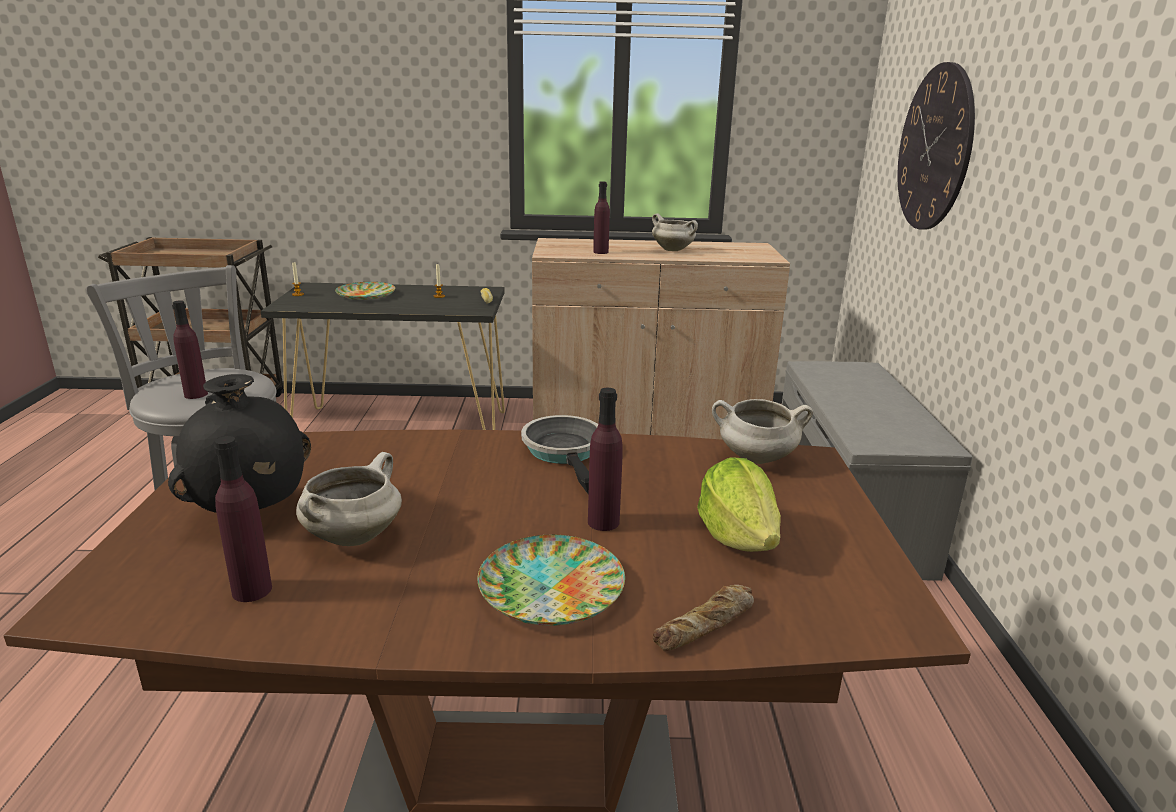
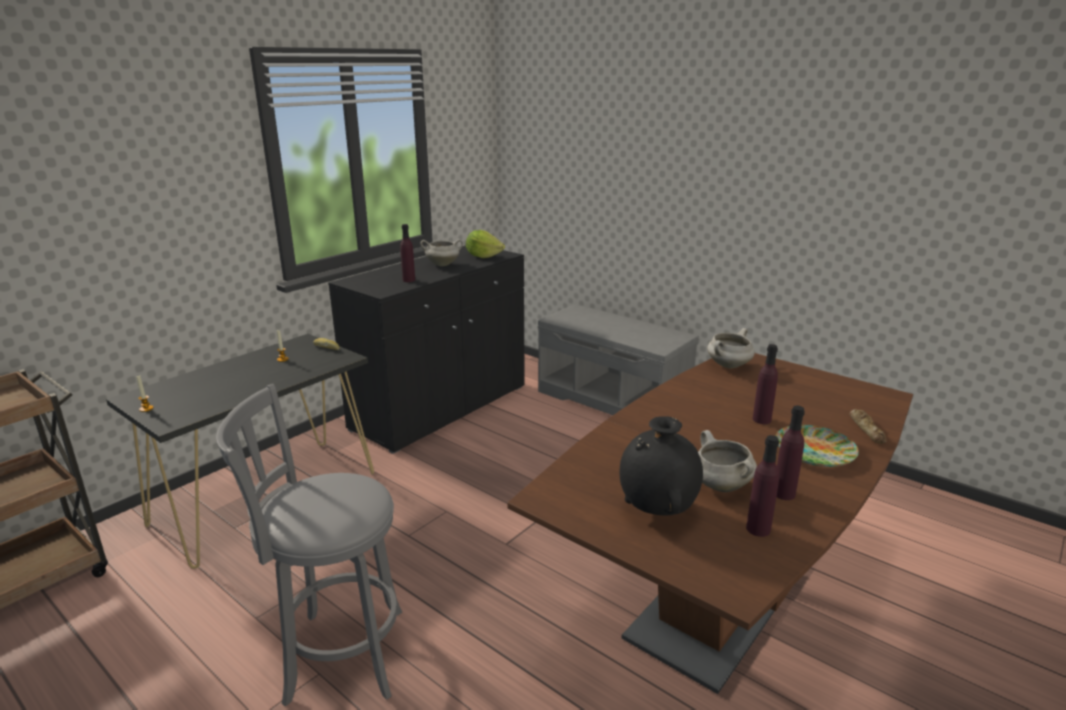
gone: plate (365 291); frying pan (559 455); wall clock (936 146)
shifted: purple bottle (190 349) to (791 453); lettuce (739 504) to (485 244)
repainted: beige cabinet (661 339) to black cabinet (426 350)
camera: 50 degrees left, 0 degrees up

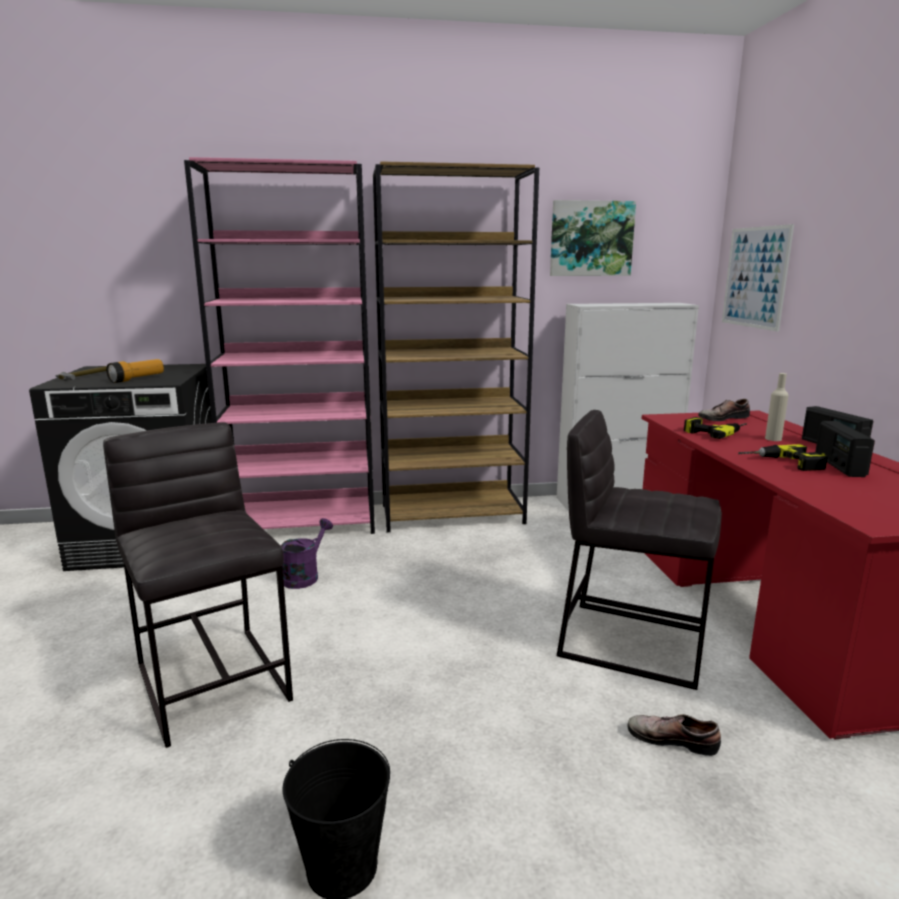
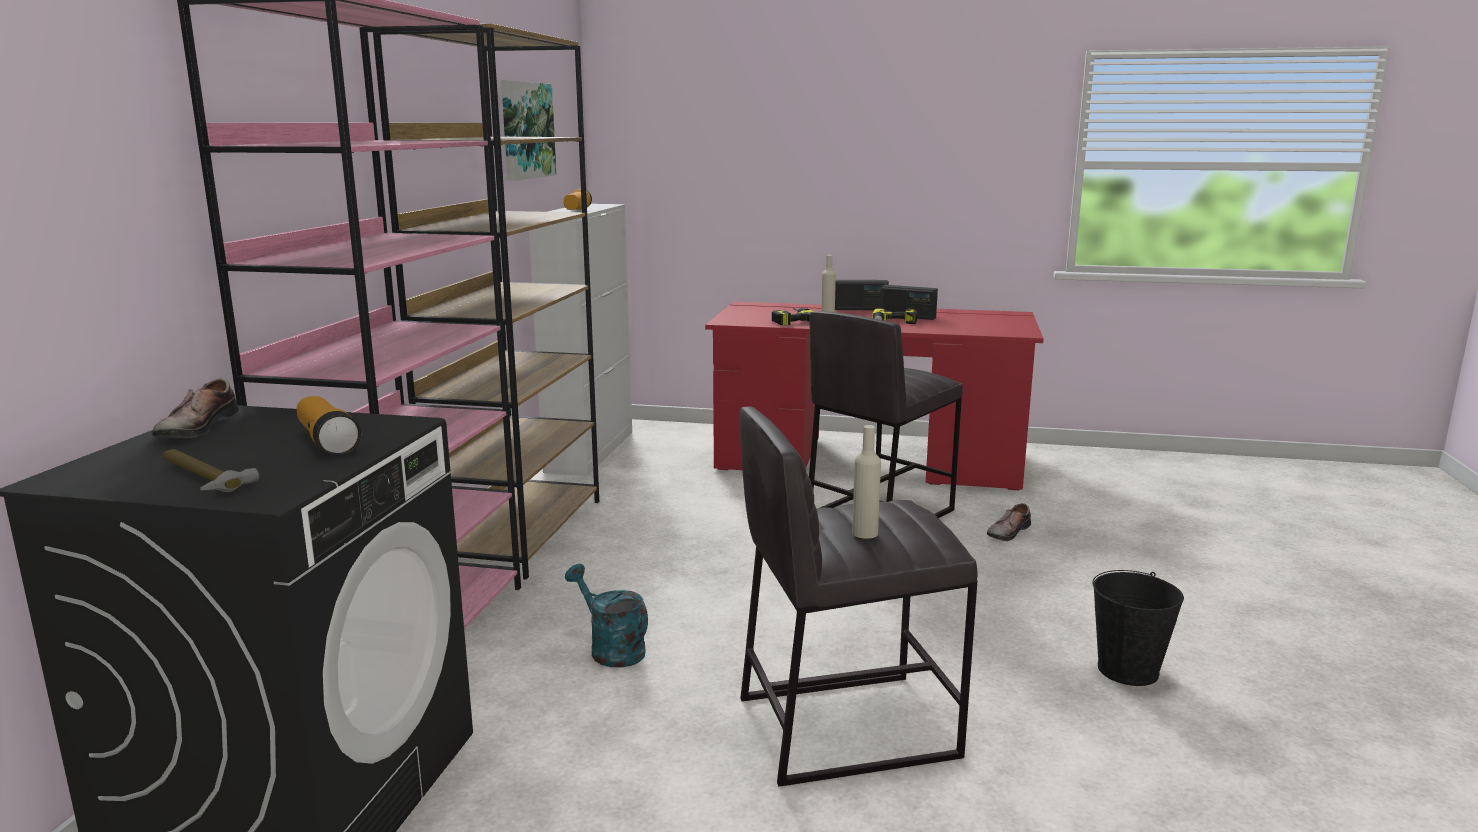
gone: picture (758 278)
new: flashlight (578 199); beige bottle (866 482)
shifted: shoe (724 410) to (195 408)
repainted: purple watering can (307 553) to turquoise watering can (606 615)
camera: 70 degrees left, 0 degrees up

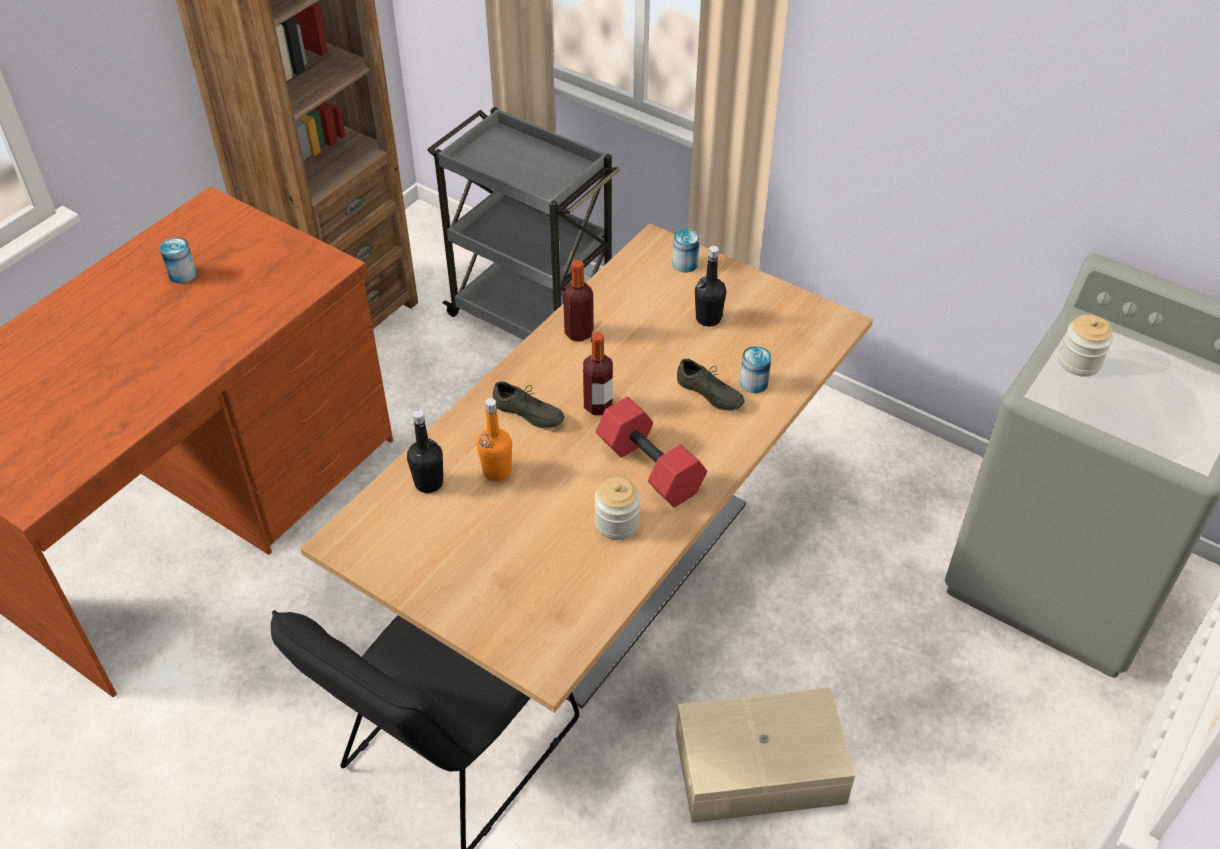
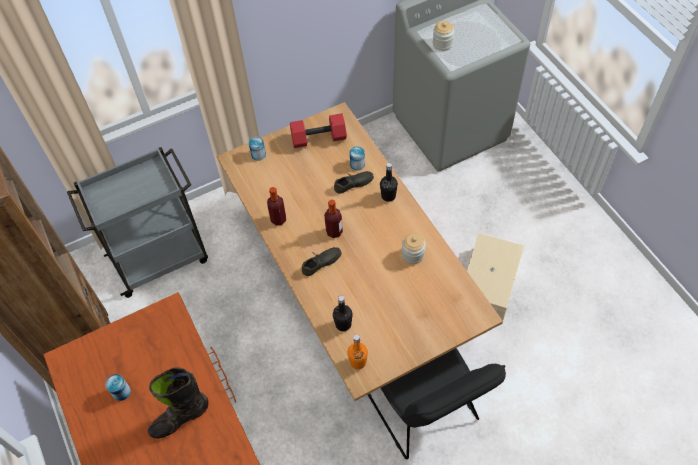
new: black boot (178 403)
shifted: orange bottle (494 439) to (357 352); red dumbbell (651 452) to (318 130); black bottle (710 286) to (389 182)
camera: 60 degrees left, 10 degrees up

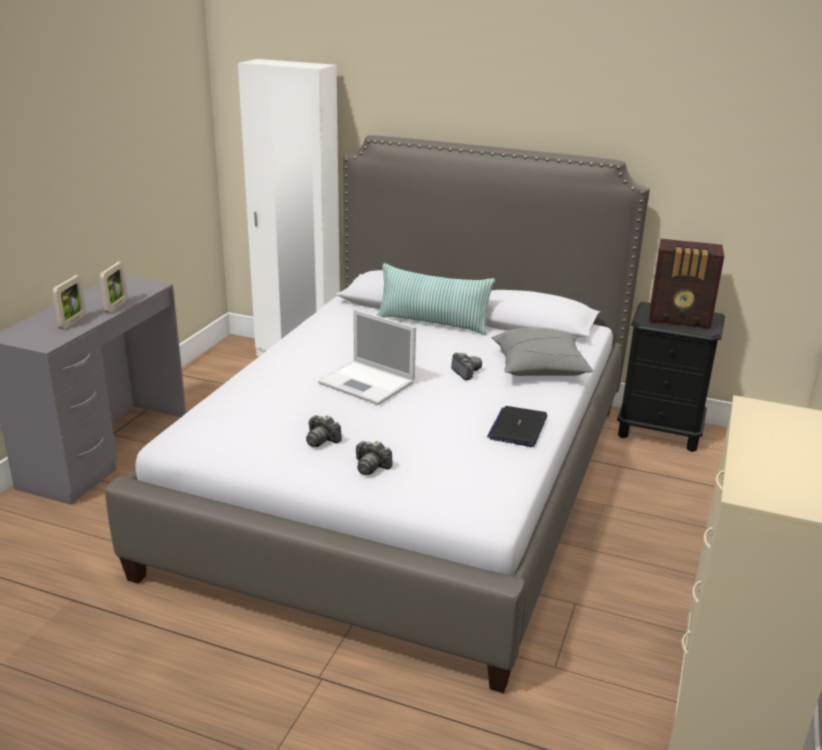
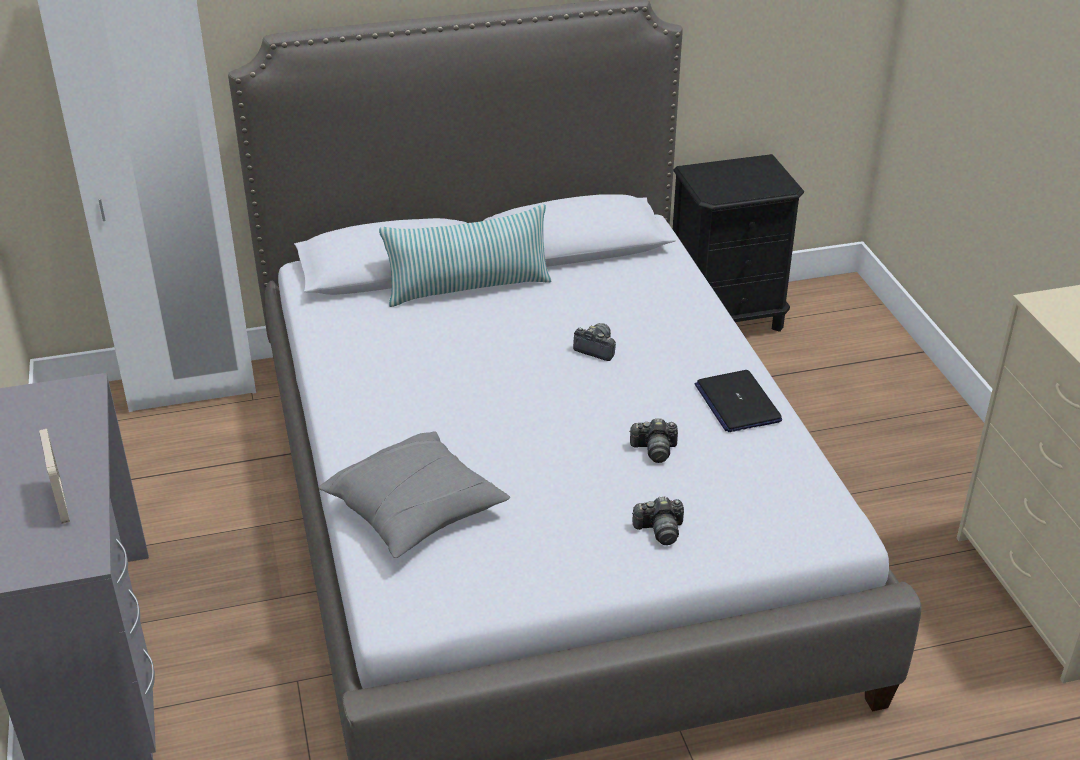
gone: picture frame (114 287); laptop (367 357); radio (686 284)
shifted: photo camera (324 431) to (653 440); grey pillow (542 351) to (414 494)
camera: 35 degrees left, 10 degrees up

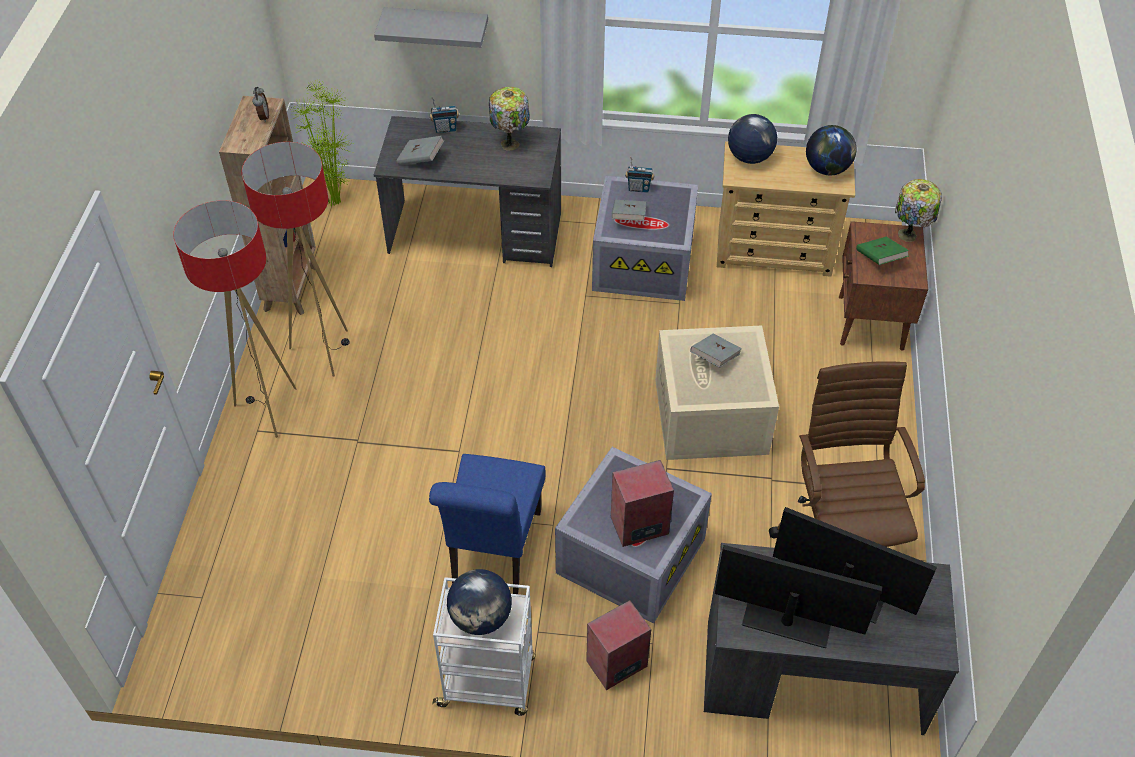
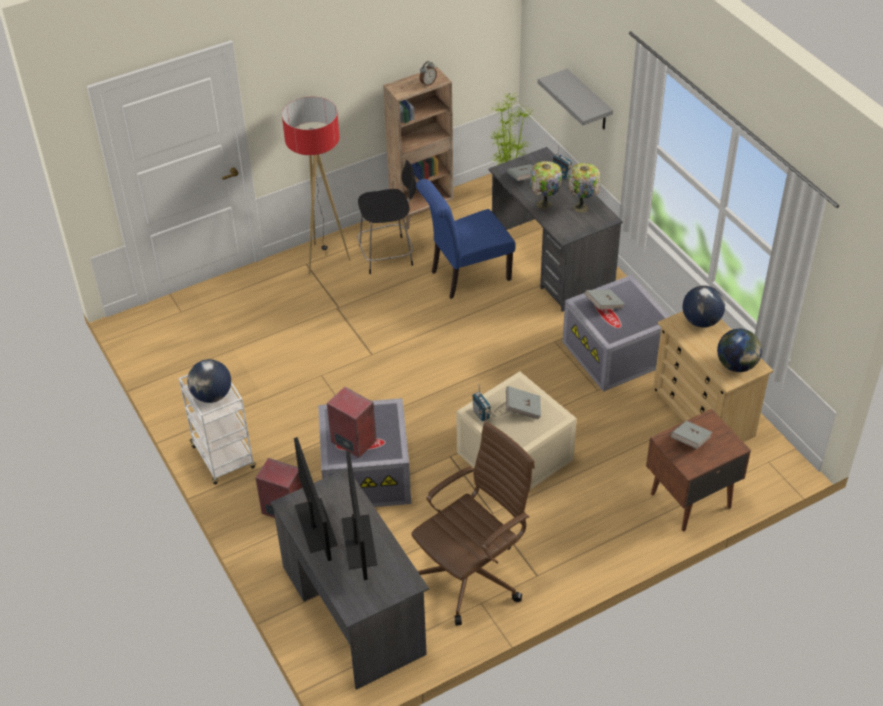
shifted: blue chair (487 524) to (466 239); radio (639 175) to (482 402); table lamp (918 210) to (546 185)
swapped: floor lamp (295 259) to black chair (386 217)
repainted: green book (882 251) to grey book (691 435)
camera: 55 degrees right, 5 degrees down

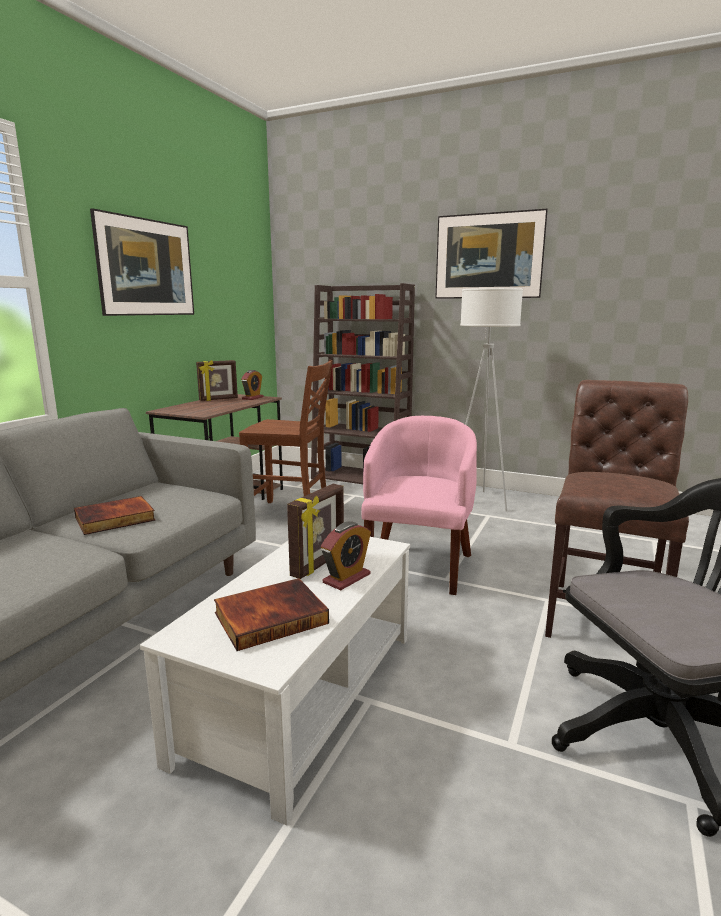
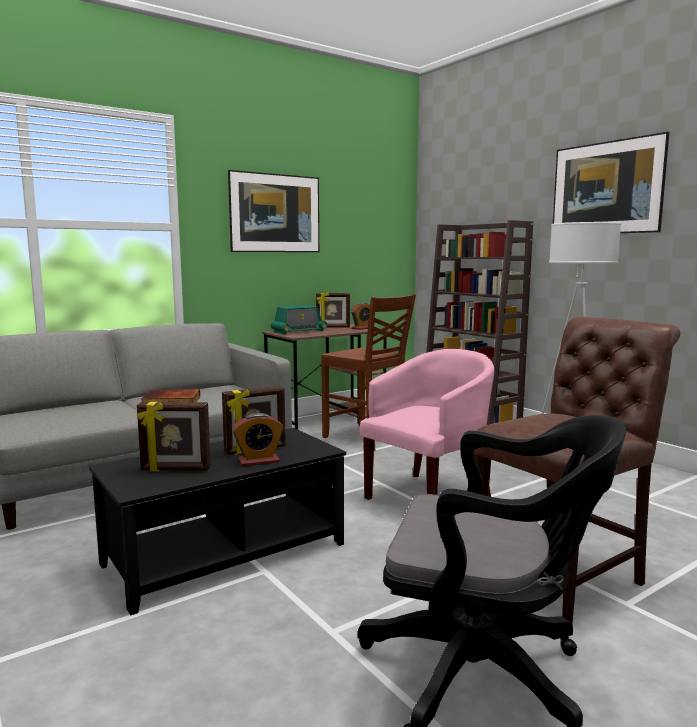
new: radio (299 319)
swapped: book (271 614) to picture frame (174 436)
repainted: white coffee table (275 681) to black coffee table (217 521)
camera: 30 degrees right, 5 degrees down

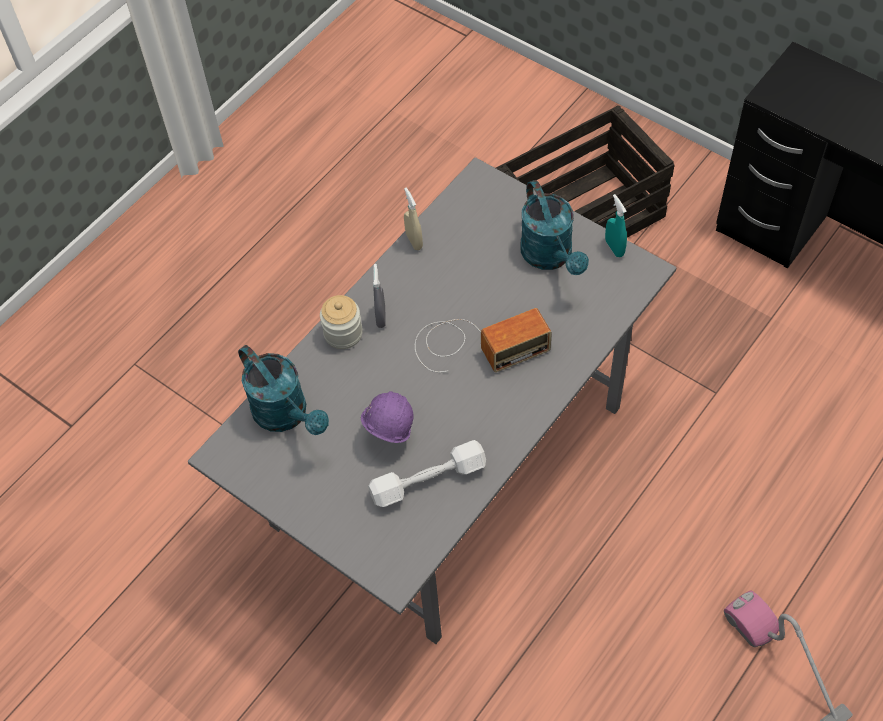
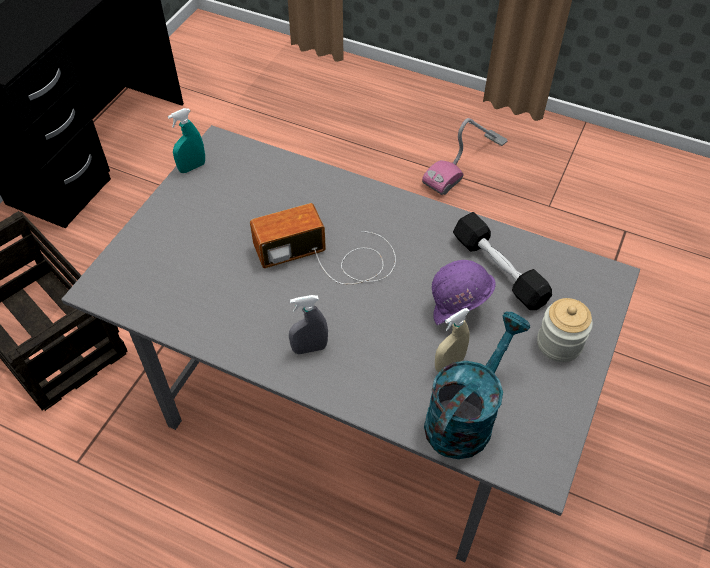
gone: turquoise watering can (554 227)
shifted: jar (341 322) to (565 330); beige spray bottle (413 218) to (452 340)
repainted: white dumbbell (427 473) to black dumbbell (502 261)
rotated: radio (483 340) = (323 244) 75 degrees counterclockwise
camera: 105 degrees left, 5 degrees down

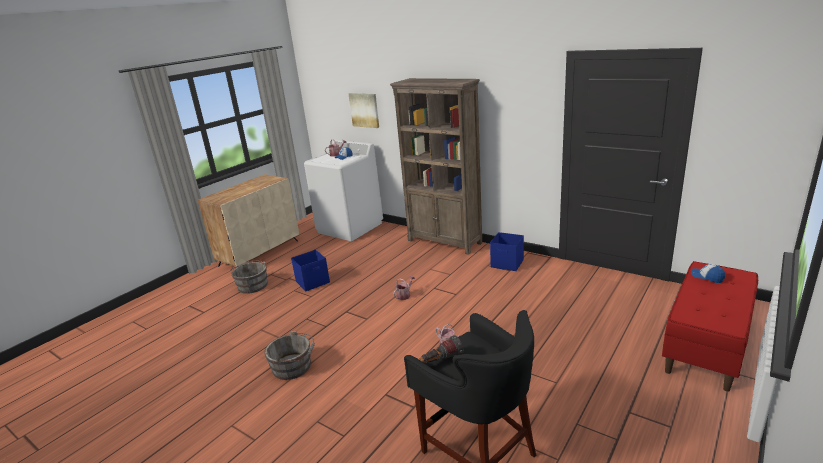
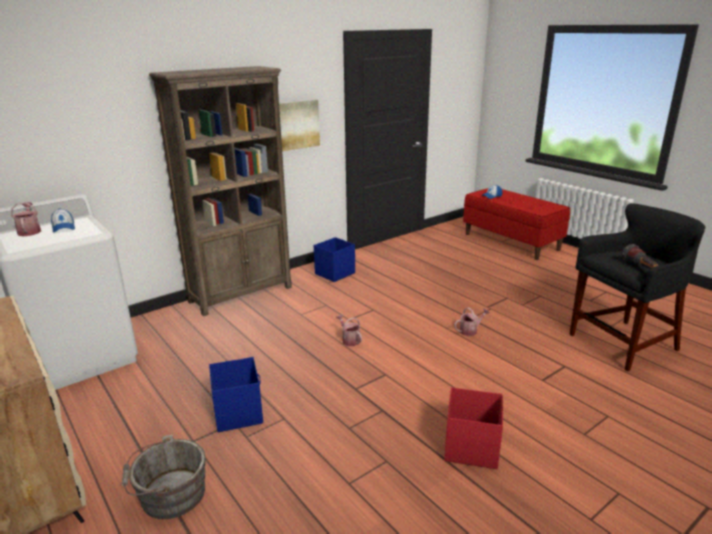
shifted: picture (364 110) to (299 125)
swapped: grey bucket (289 355) to red storage box (473 428)
camera: 75 degrees left, 0 degrees up

